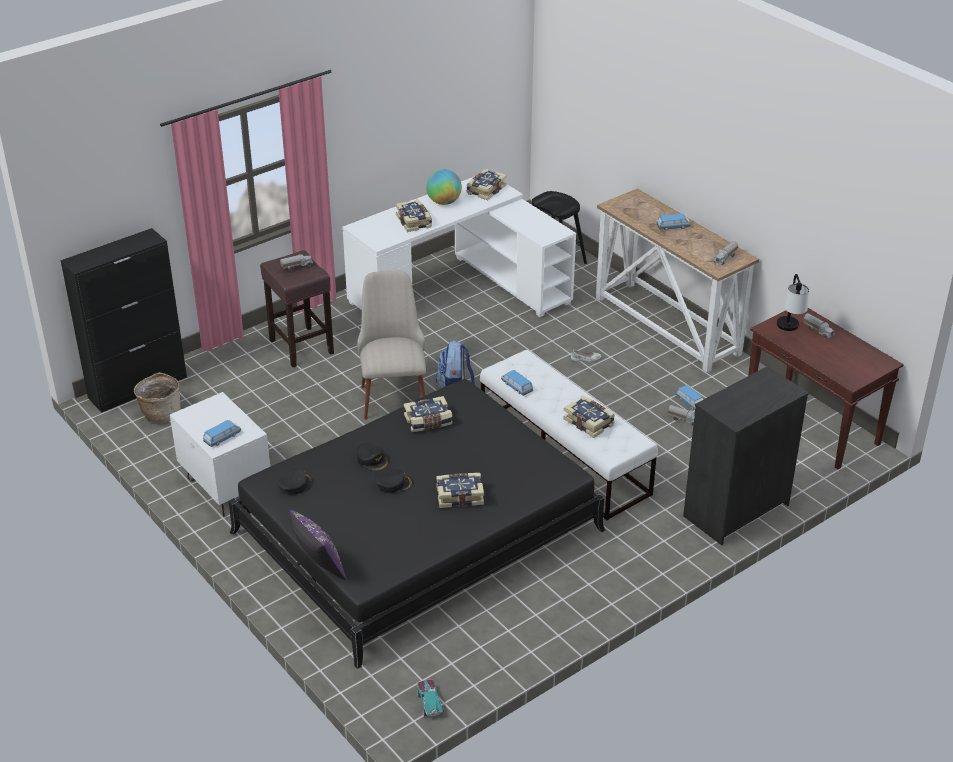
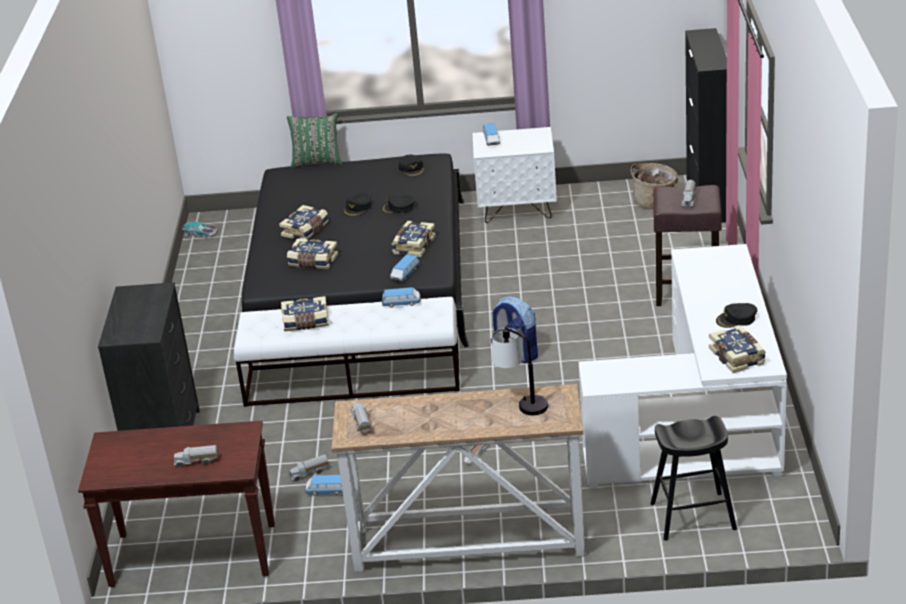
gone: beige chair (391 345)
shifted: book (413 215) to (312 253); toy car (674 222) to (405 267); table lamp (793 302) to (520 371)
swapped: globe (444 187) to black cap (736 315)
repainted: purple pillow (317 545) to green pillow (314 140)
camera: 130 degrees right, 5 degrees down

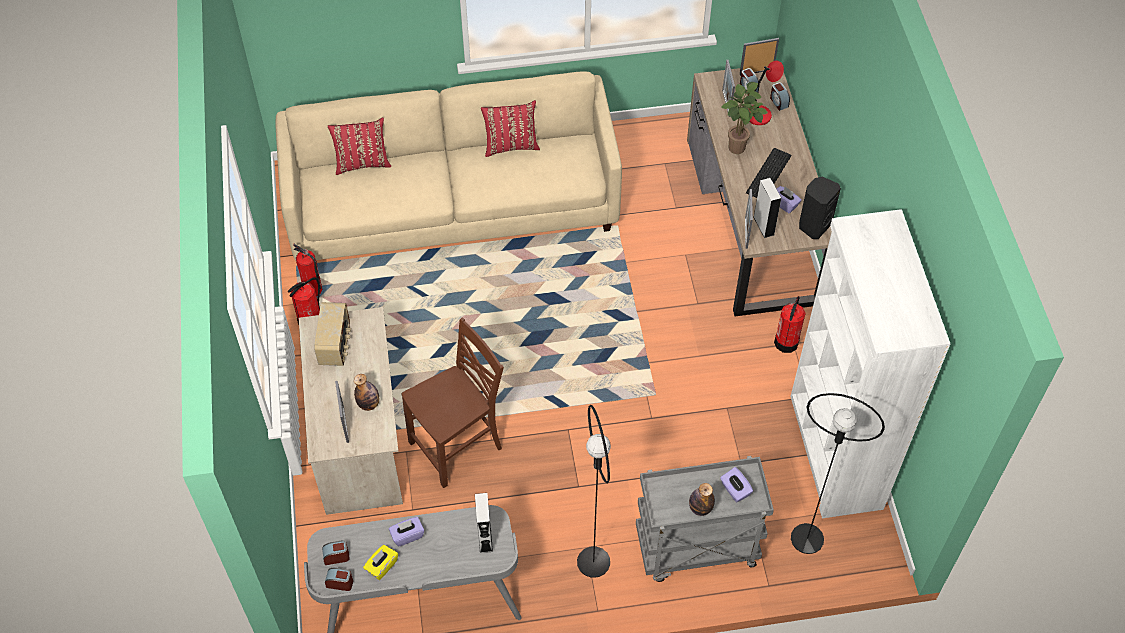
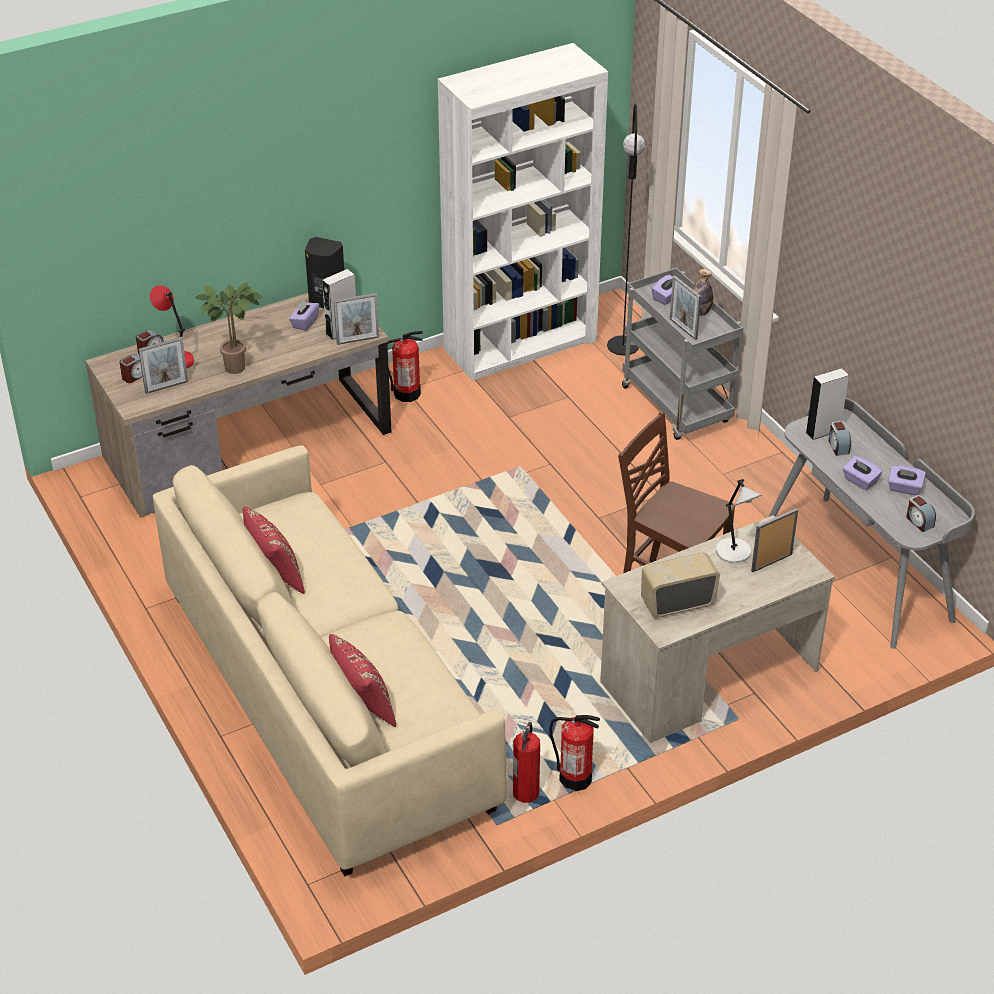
gone: black floor lamp (594 491); keyboard (769 173)
shifted: alarm clock (339 579) to (840 438); picture frame (759 57) to (685 307)
swapped: bottle (366 392) to grey table lamp (739 521)
repainted: yellow tissue box (380 562) to purple tissue box (907 480)
camera: 110 degrees left, 15 degrees down

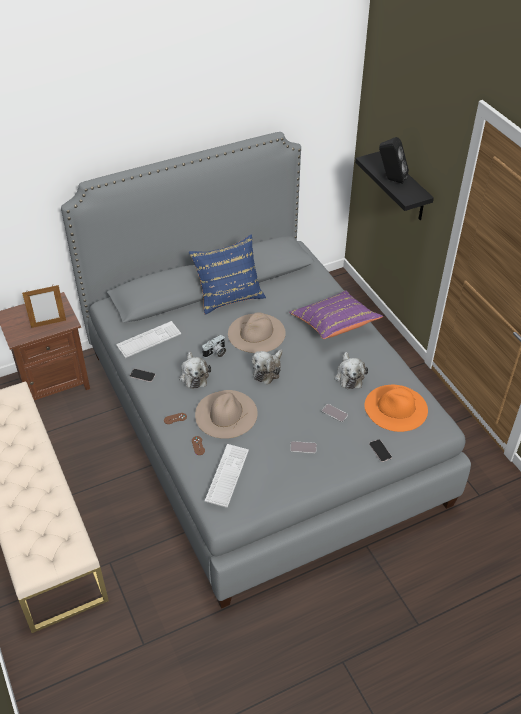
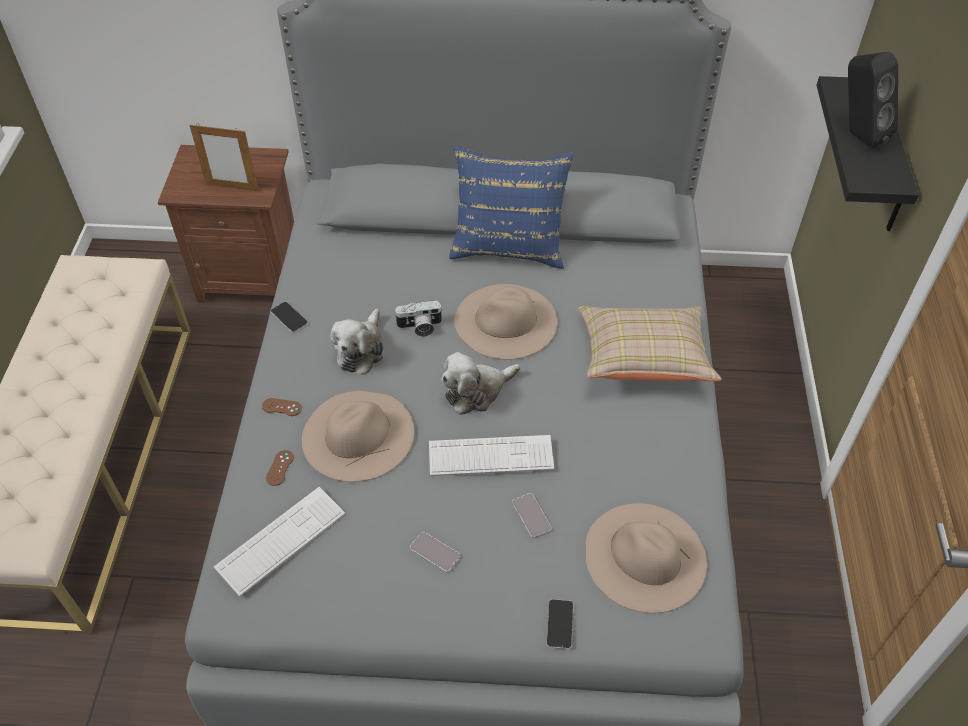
gone: plush toy (351 370)
shifted: keyboard (148 339) to (491 455)
repainted: purple pillow (336 314) to beige pillow (650 344); orange hat (396 408) to beige hat (646 558)
camera: 30 degrees right, 5 degrees up

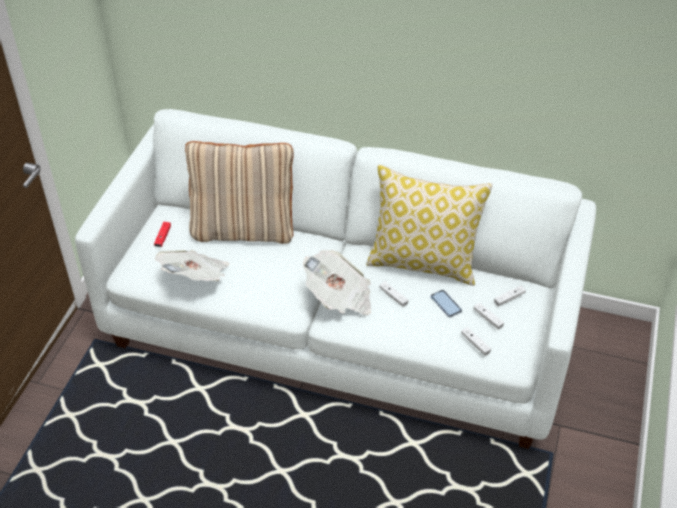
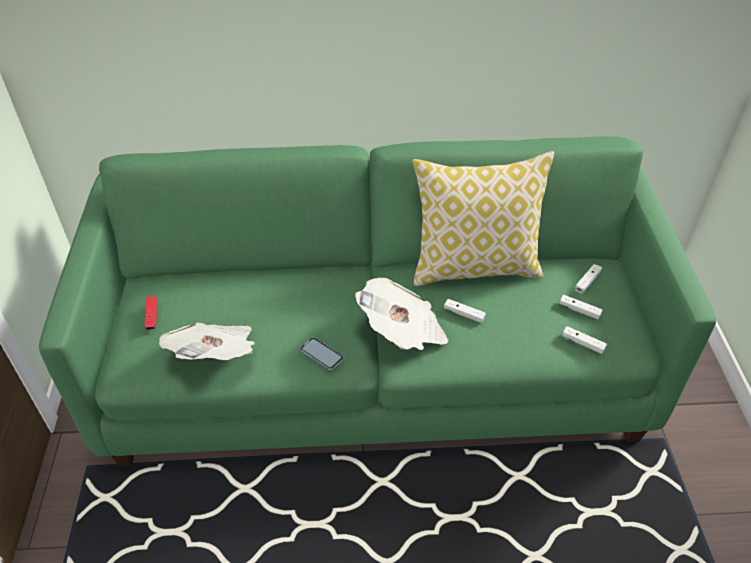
gone: beige pillow (239 192)
shifted: phone (446 304) to (322 353)
repainted: white sofa (335 279) to green sofa (377 301)
camera: 20 degrees left, 0 degrees up

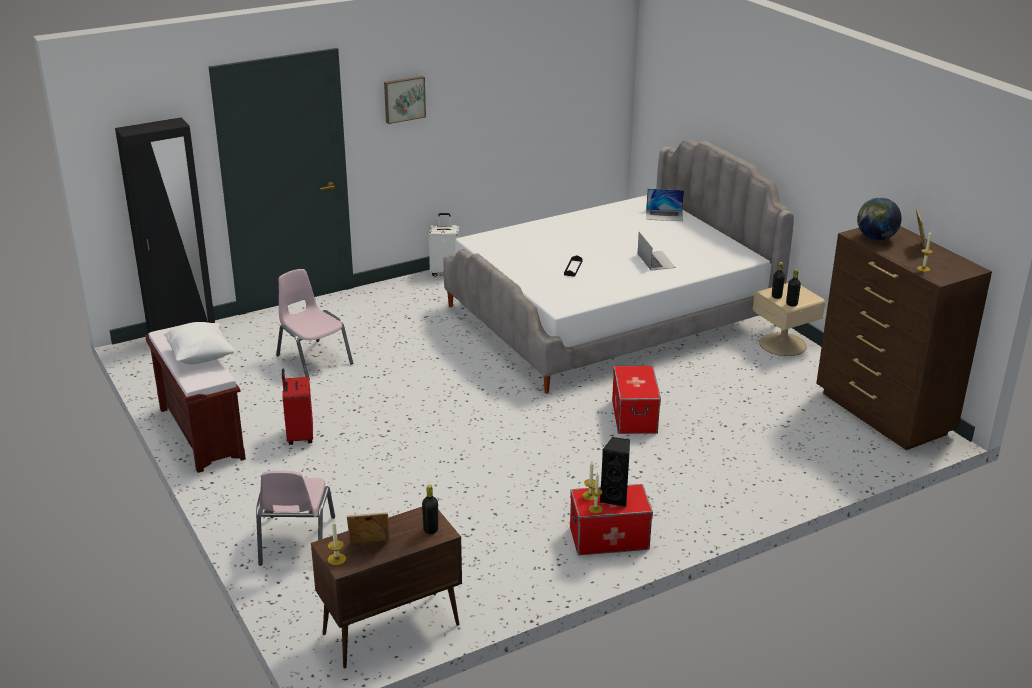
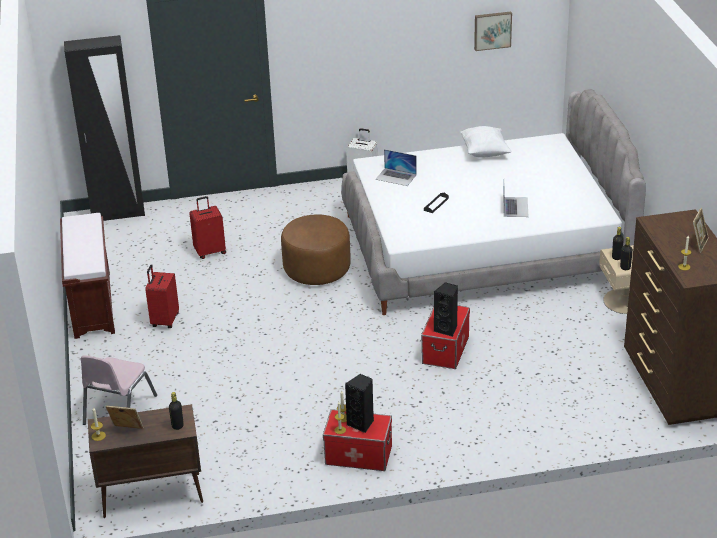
gone: globe (879 218)
new: brown ottoman (316 249); black speaker (446 309)
shifted: white pillow (200 343) to (486 142); picture (405 100) to (493 31); laptop (665 205) to (396 167)
swapped: pink chair (314 324) to red suitcase (207 227)
camera: 20 degrees right, 5 degrees up

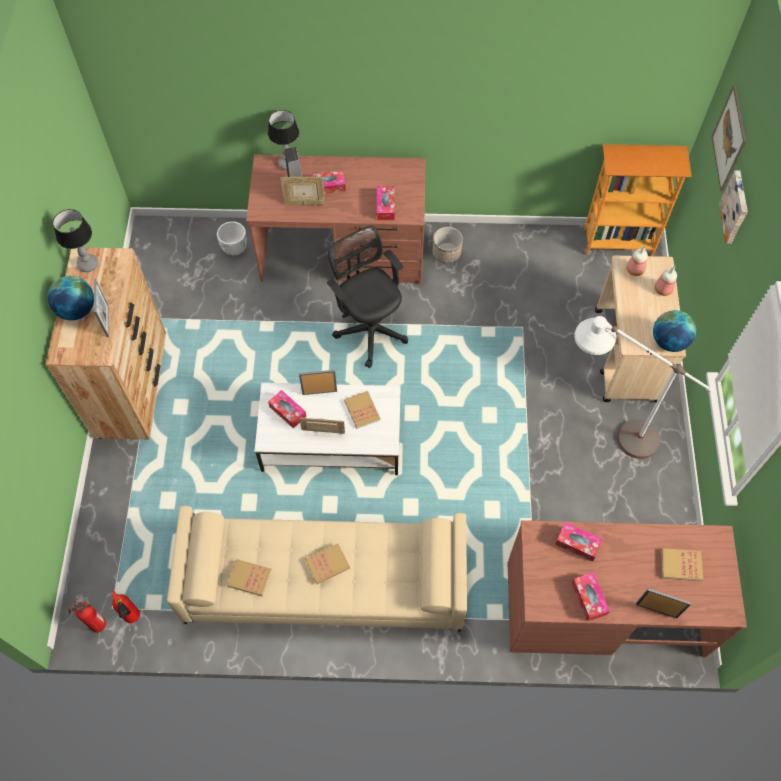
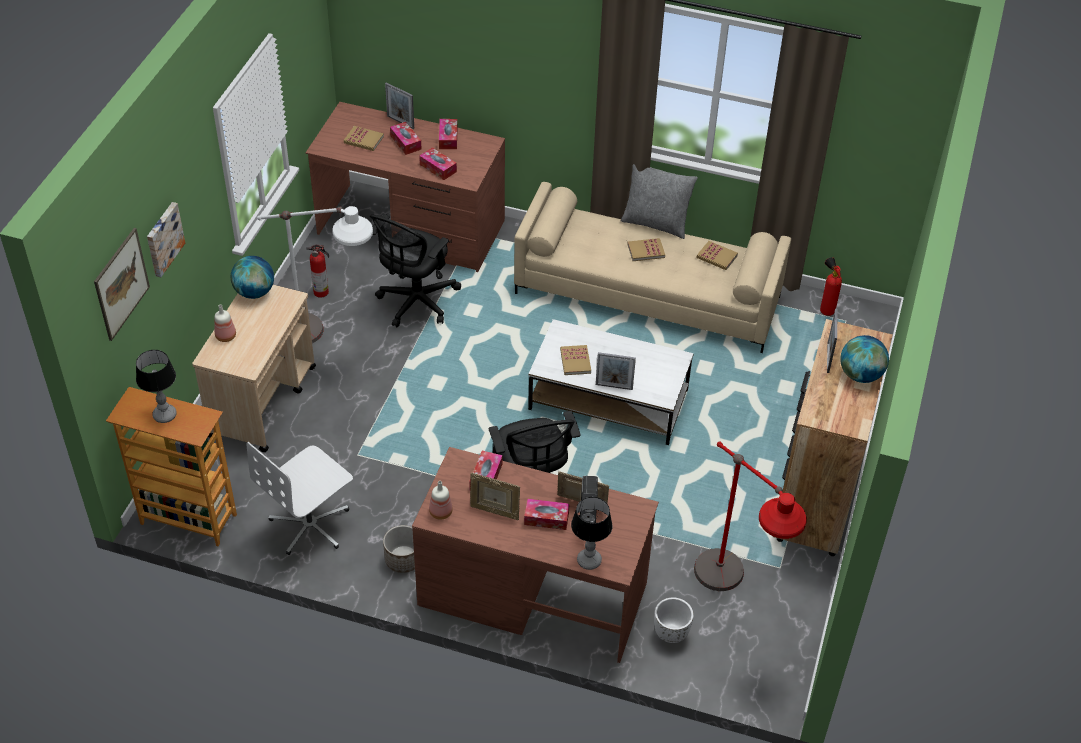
new: white office chair (300 498); black office chair (415 270); grey pillow (659 201); red floor lamp (750 516)
shifted: table lamp (75 240) to (156 386); fire extinguisher (87 615) to (317 271); tissue box (287 409) to (406 138); picture frame (322 426) to (495 496); bottle (637 261) to (441 500)
camera: 165 degrees left, 15 degrees down

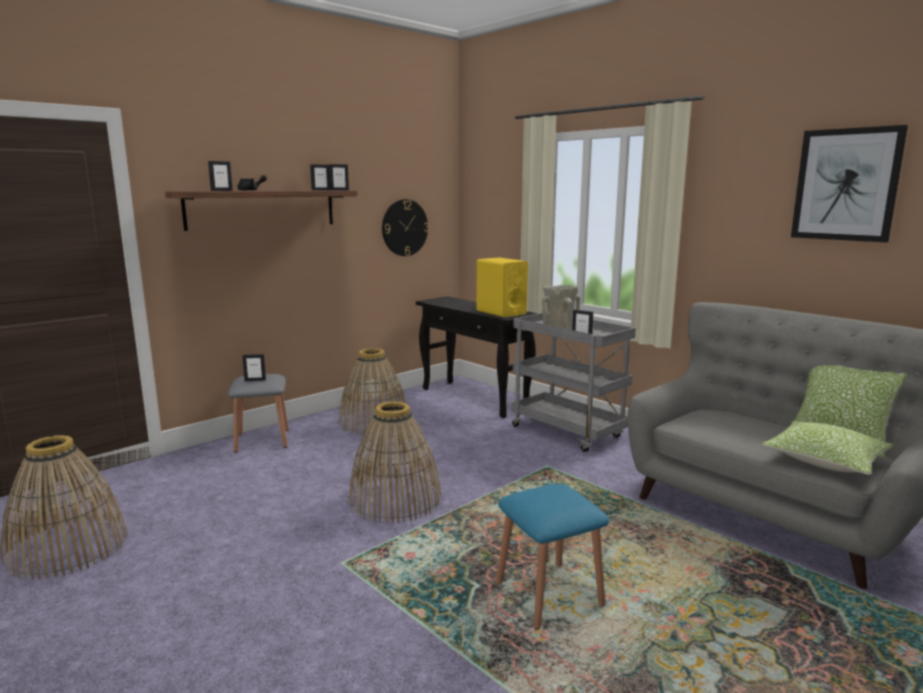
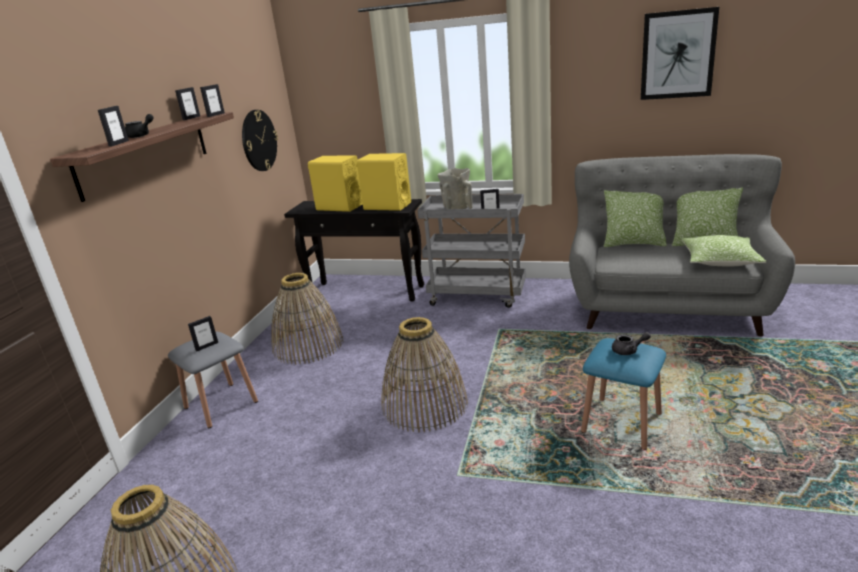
new: yellow speaker (335 184); pillow (635 218); grey teapot (631 343)
camera: 30 degrees left, 10 degrees up

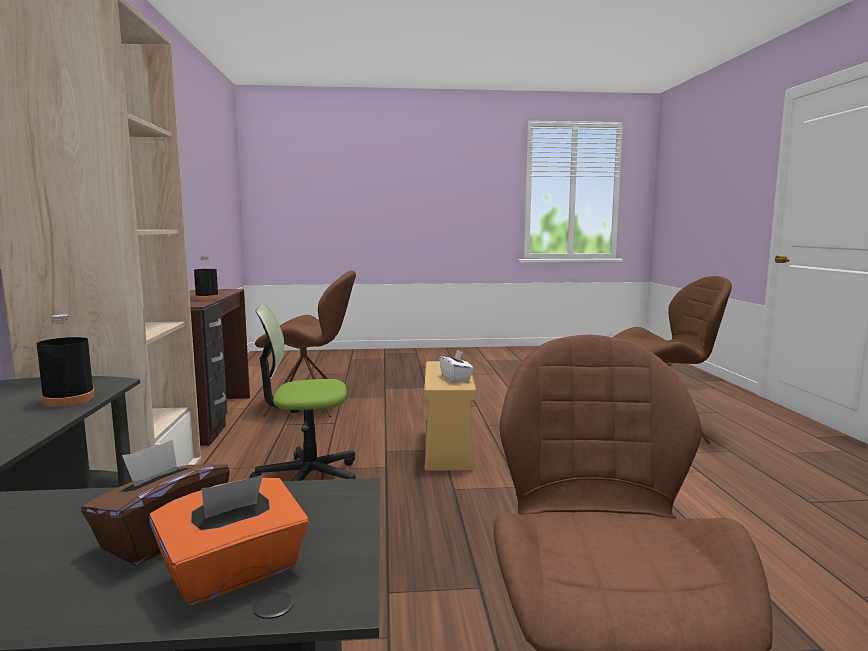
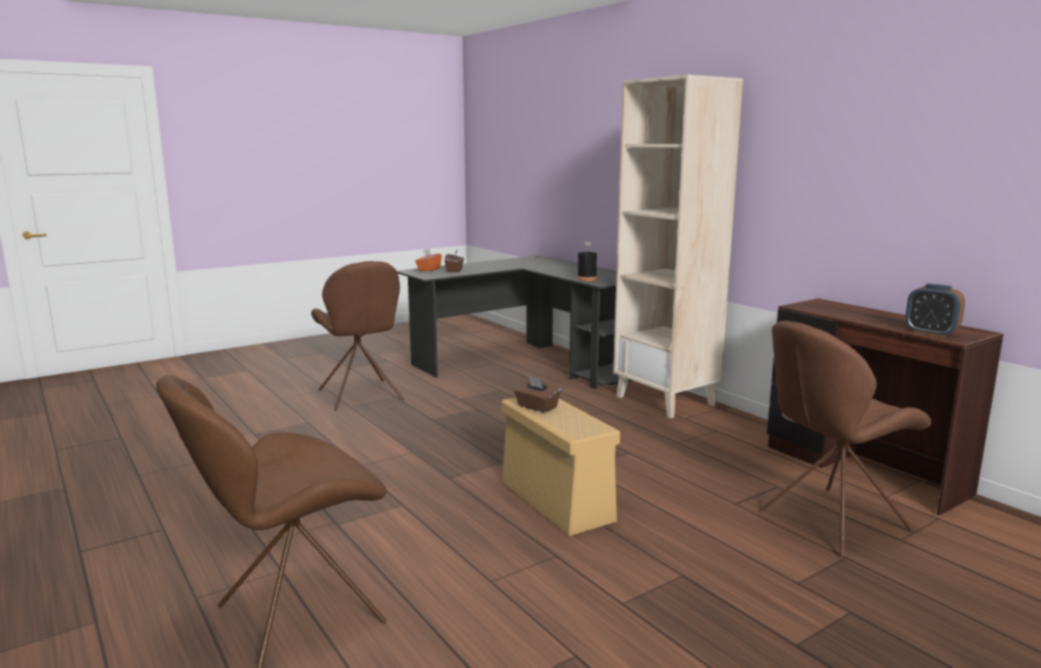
gone: black bottle (206 278); office chair (302 392)
new: alarm clock (935 310)
repainted: white tissue box (456 366) to brown tissue box (537 394)
camera: 150 degrees right, 5 degrees up

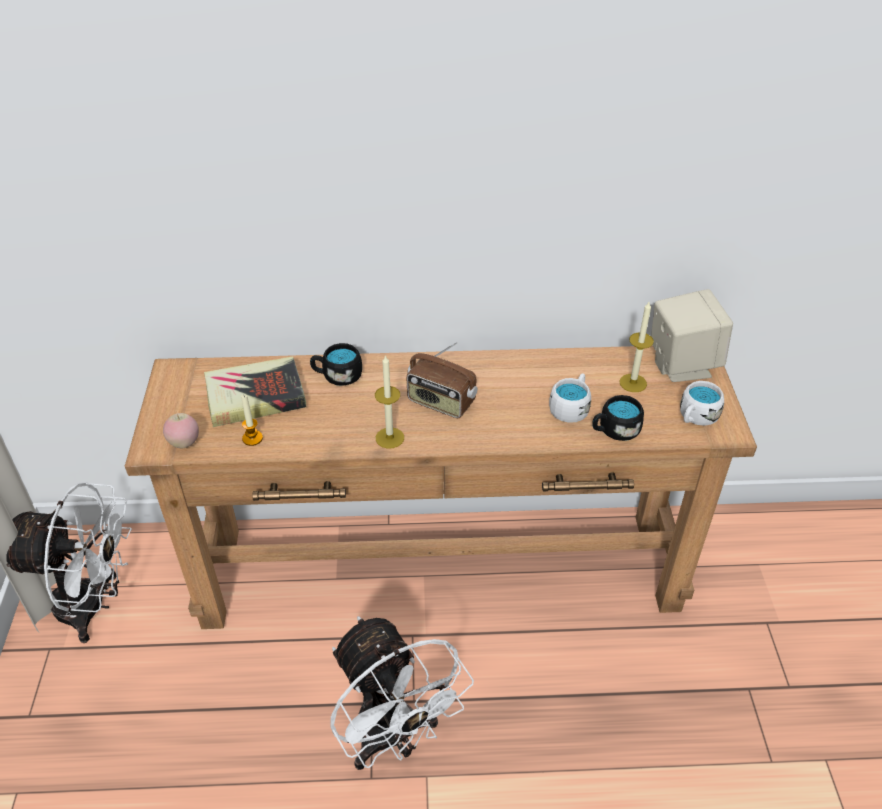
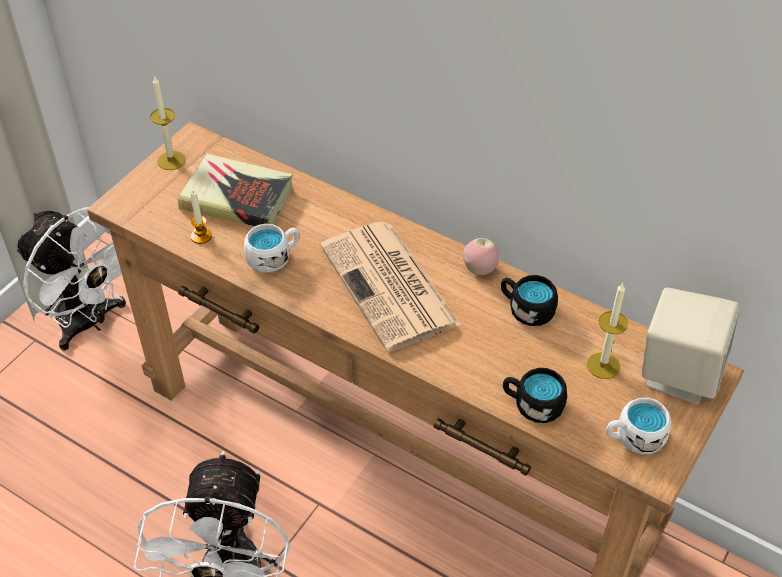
shifted: apple (181 430) to (481 256); black mug (336 364) to (529 300); candle (389 402) to (168 123); white mug (570 398) to (271 248)
swapped: radio (442 380) to newspaper (390 287)
camera: 35 degrees right, 5 degrees up

